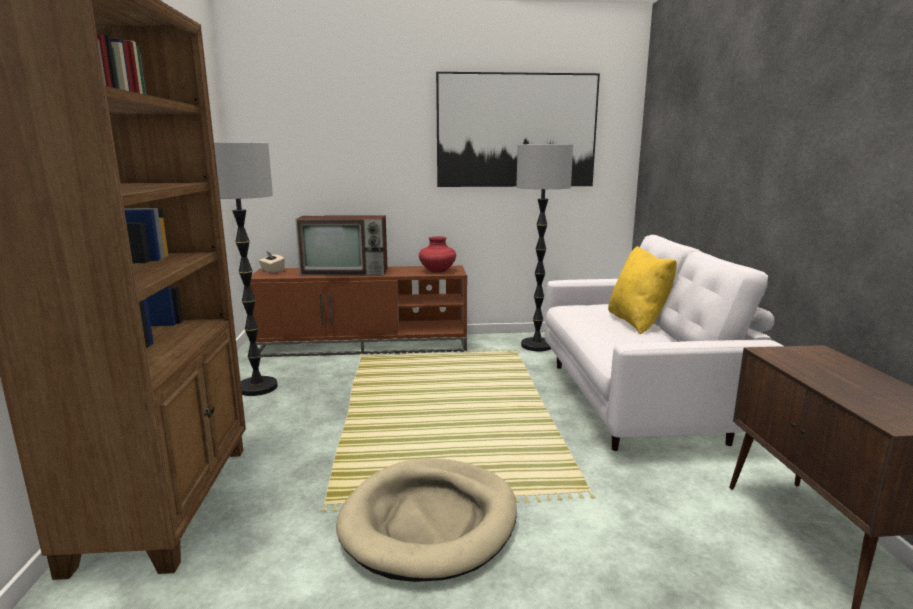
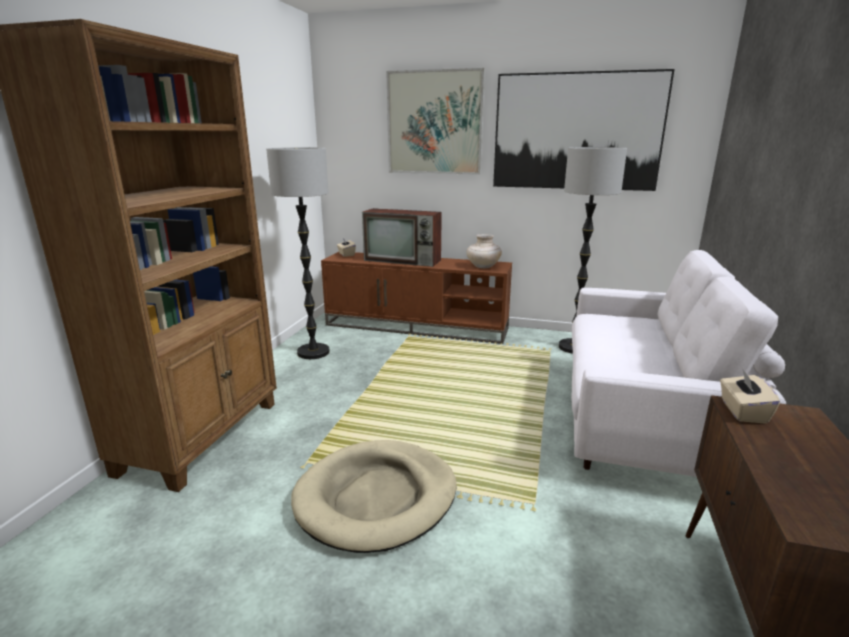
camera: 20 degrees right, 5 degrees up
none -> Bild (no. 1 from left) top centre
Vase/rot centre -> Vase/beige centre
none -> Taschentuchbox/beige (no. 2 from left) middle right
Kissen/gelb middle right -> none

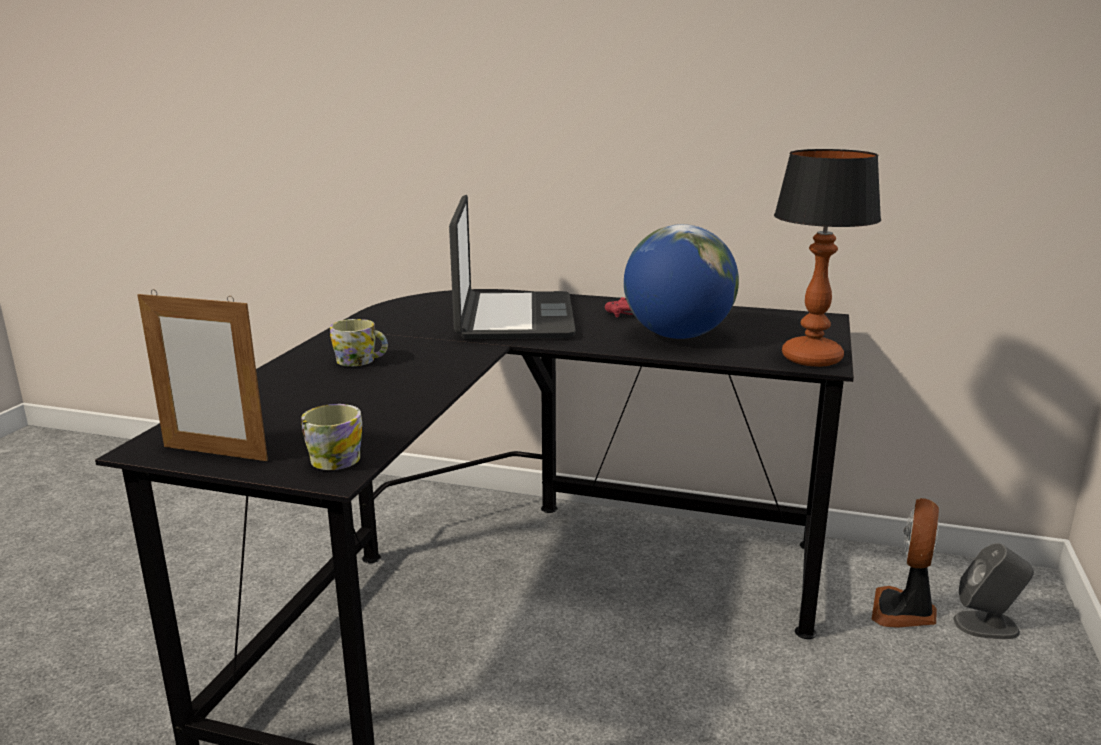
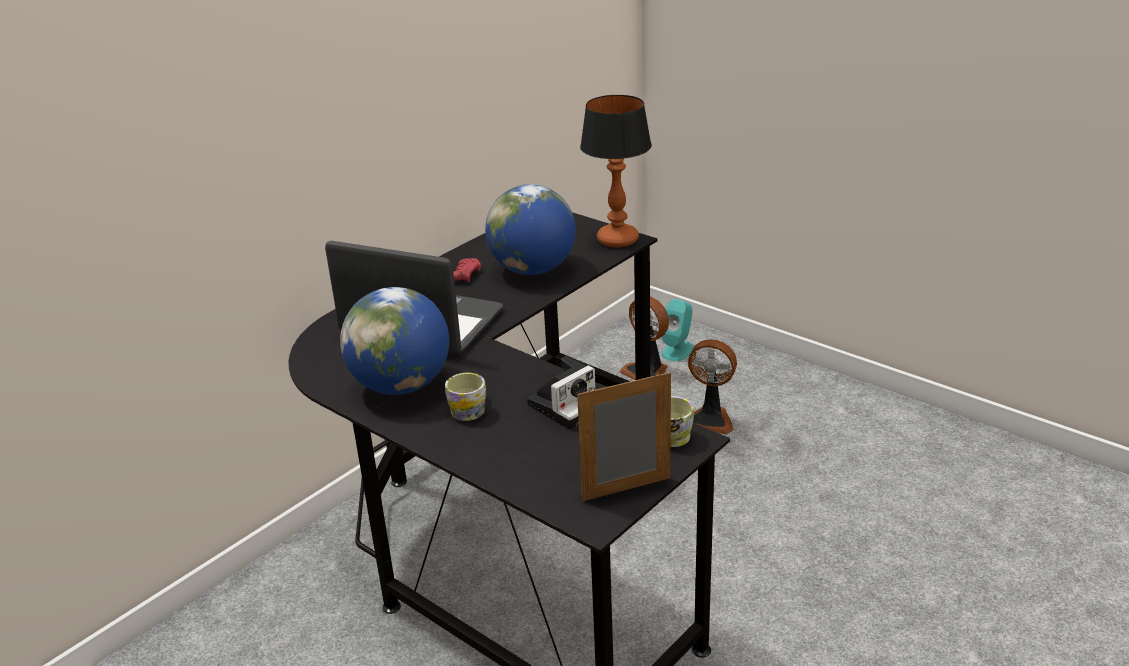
camera: 65 degrees left, 10 degrees up
none -> Globus (no. 1 from left) centre
none -> Kamera centre
Bilderrahmen middle left -> Bilderrahmen centre, 150 degrees counterclockwise
Lautsprecher/grau bottom right -> Lautsprecher/türkis centre
none -> Ventilator (no. 2 from left) centre

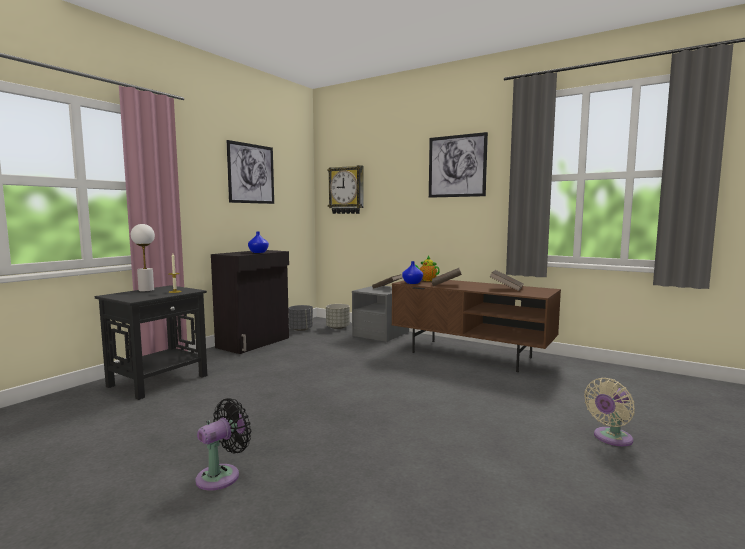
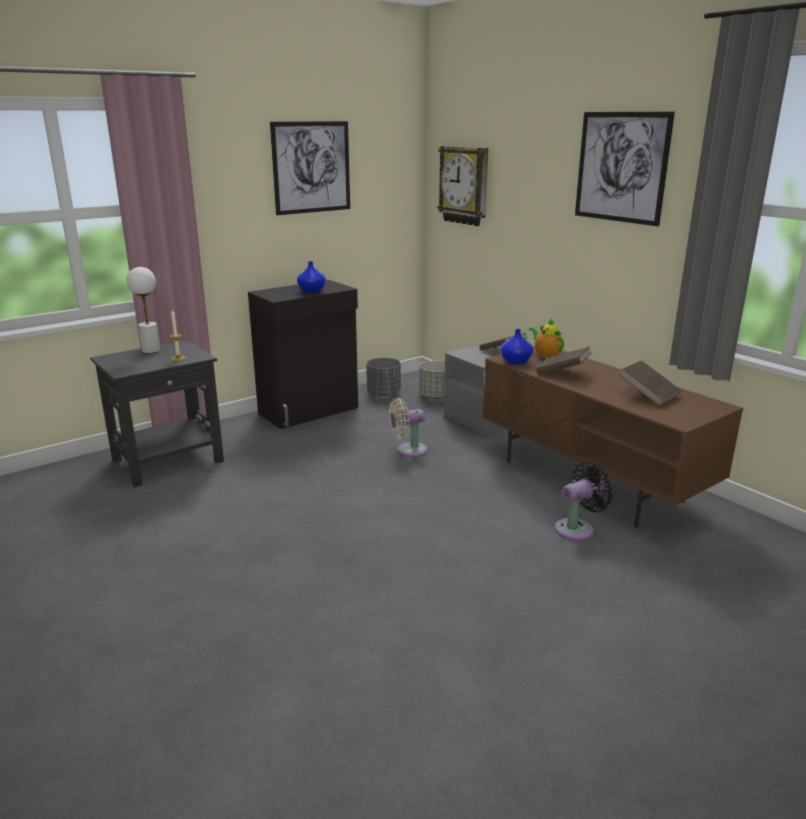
camera: 20 degrees right, 15 degrees up
Ventilator/beige bottom right -> Ventilator/beige centre, shifted
Ventilator/schwarz bottom left -> Ventilator/schwarz middle right, shifted

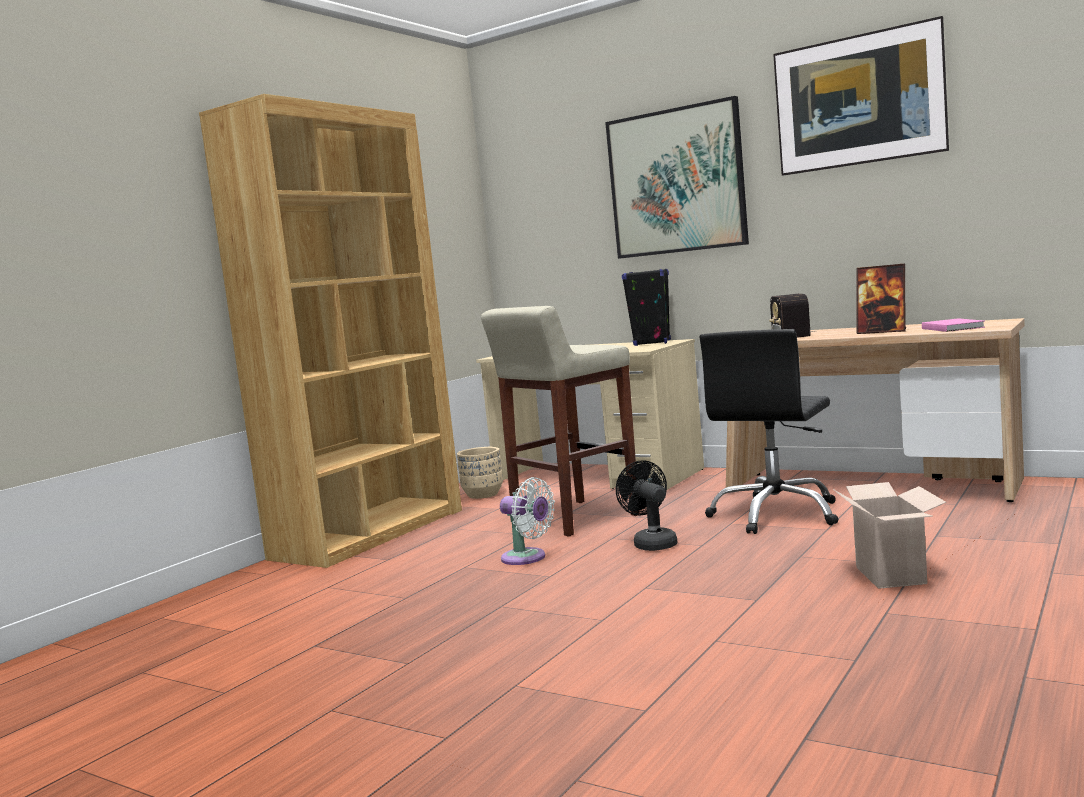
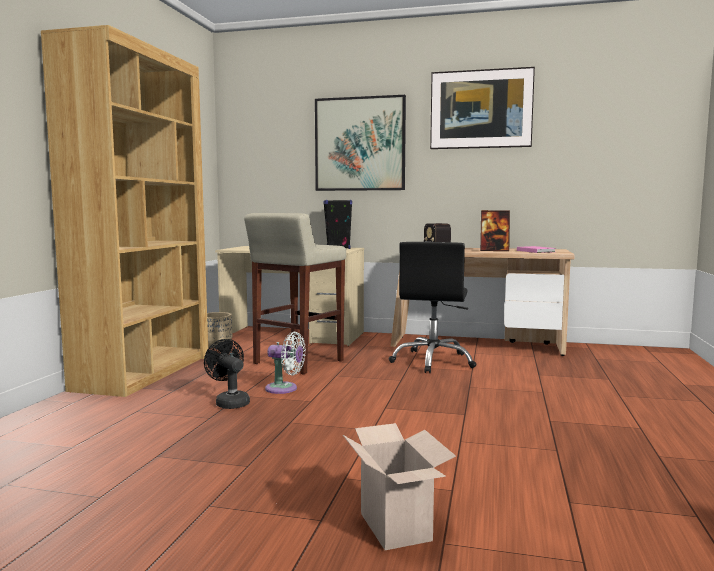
camera: 20 degrees left, 0 degrees up
Ventilator/schwarz centre -> Ventilator/schwarz middle left, shifted
Karton bottom right -> Karton bottom centre, shifted

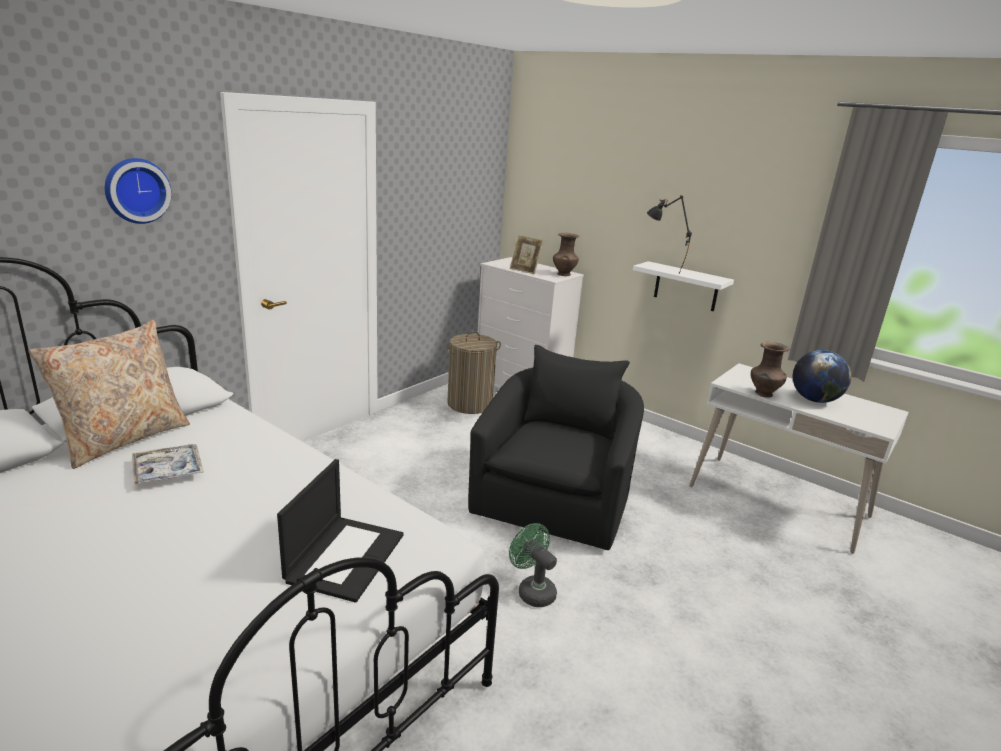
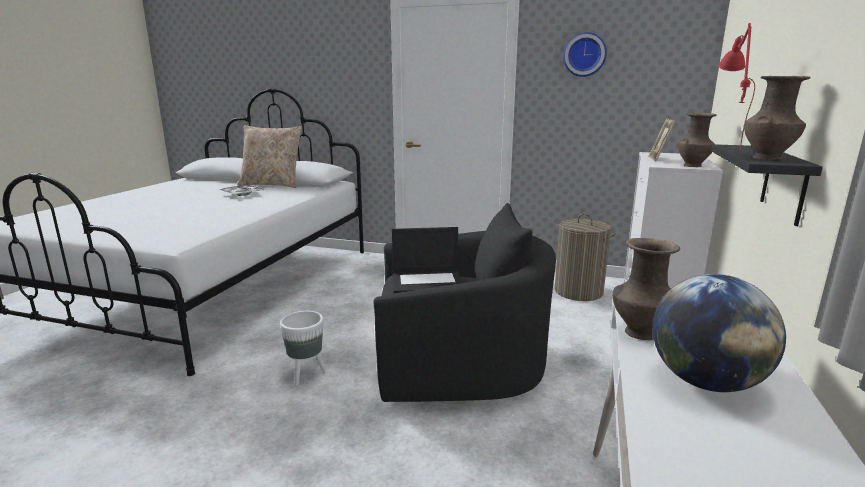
camera: 70 degrees right, 5 degrees down
Ventilator/grün bottom centre -> Pflanzkübel/weiß bottom centre
Laptop bottom centre -> Laptop centre, shifted
Wanduhr top left -> Wanduhr top right, shifted
Wandregal/weiß middle right -> Wandregal/schwarz middle right
Tischlampe/schwarz top right -> Tischlampe/rot top right
none -> Vase/braun (no. 3 from left) top right

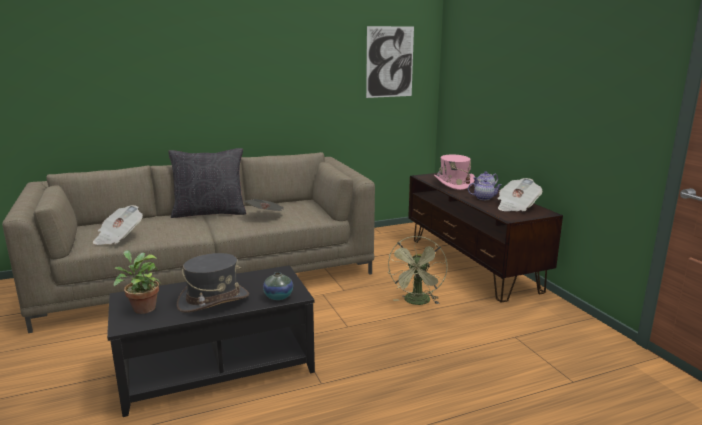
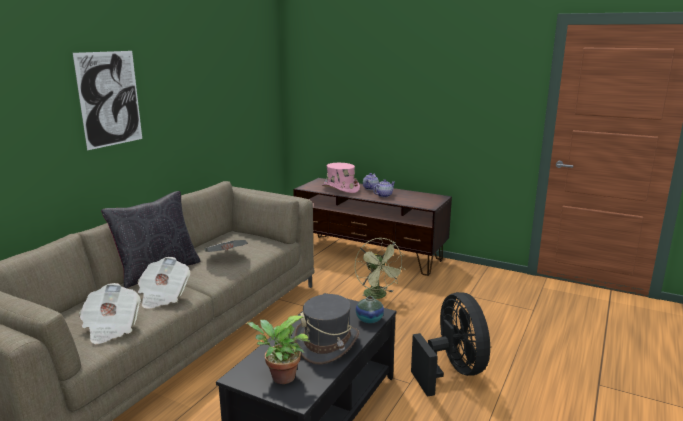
camera: 40 degrees left, 0 degrees up
Bild top centre -> Bild top left, shifted
Zeitung (no. 3 from left in the first image) middle right -> Zeitung (no. 2 from left) bottom left, shifted
none -> Ventilator/schwarz bottom centre

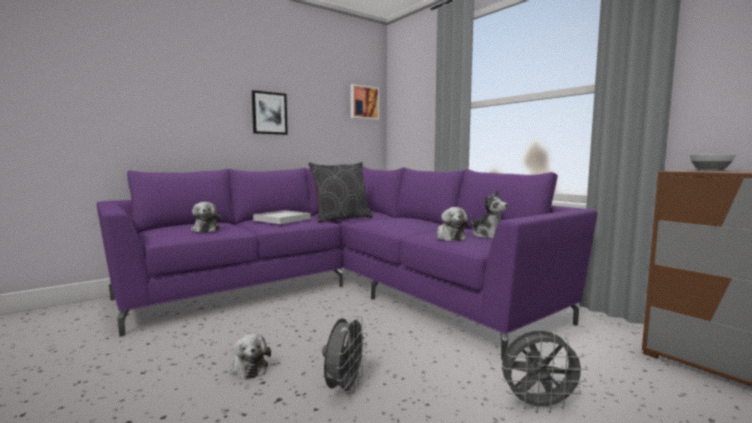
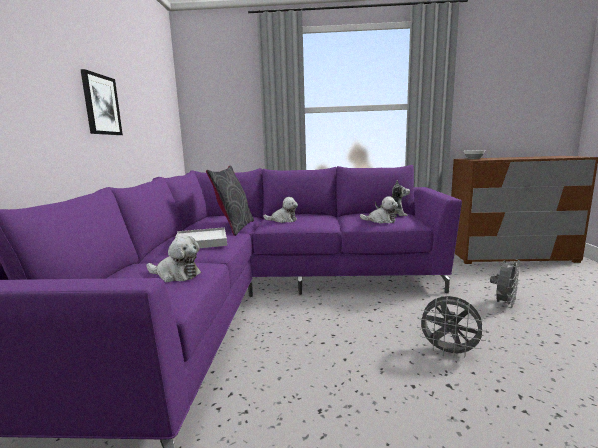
camera: 50 degrees left, 5 degrees up
Plüschtier (no. 2 from left) bottom left -> Plüschtier (no. 2 from left) centre, shifted
Ventilator/grau (no. 1 from left) bottom centre -> Ventilator/grau (no. 1 from left) bottom right, 150 degrees clockwise
Bild (no. 2 from left) top centre -> none

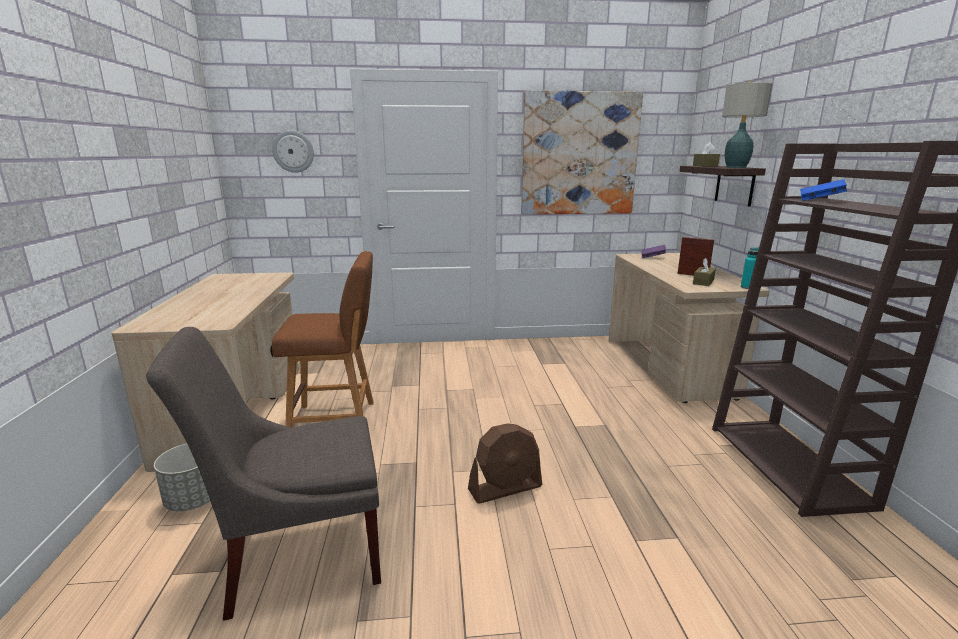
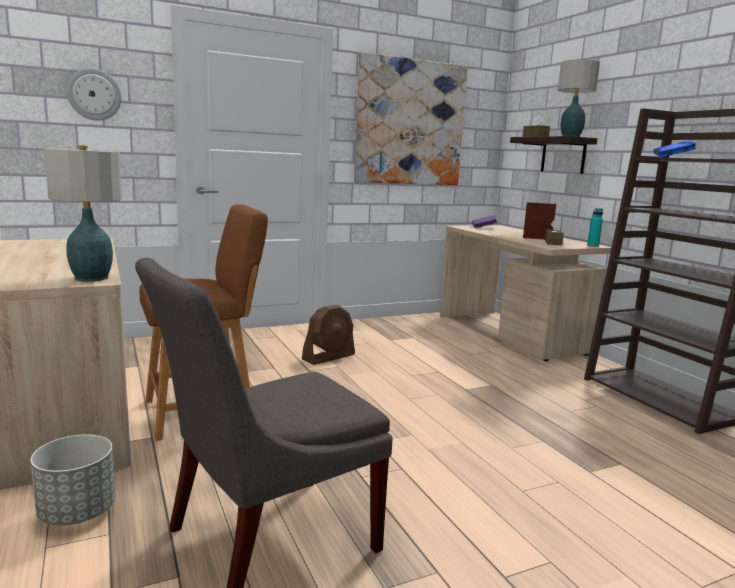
camera: 20 degrees left, 5 degrees down
none -> Tischlampe (no. 1 from left) middle left
Ventilator/braun bottom centre -> Ventilator/braun centre, shifted

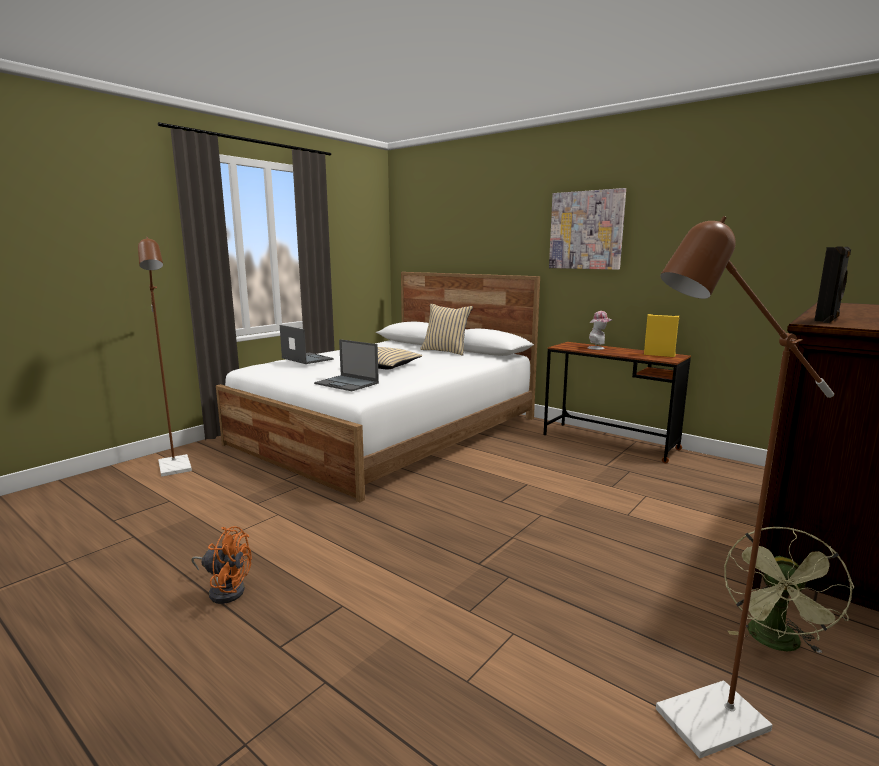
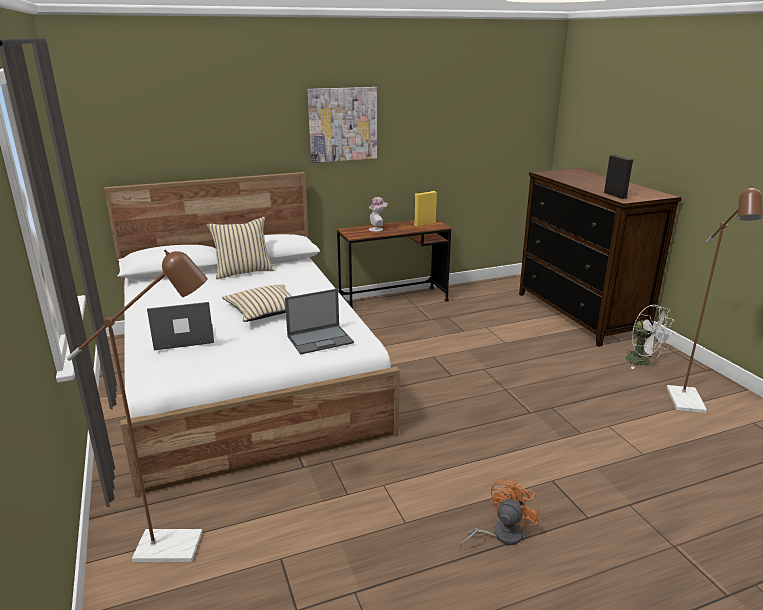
camera: 60 degrees left, 10 degrees up
Ventilator/grün bottom right -> Ventilator/weiß middle right

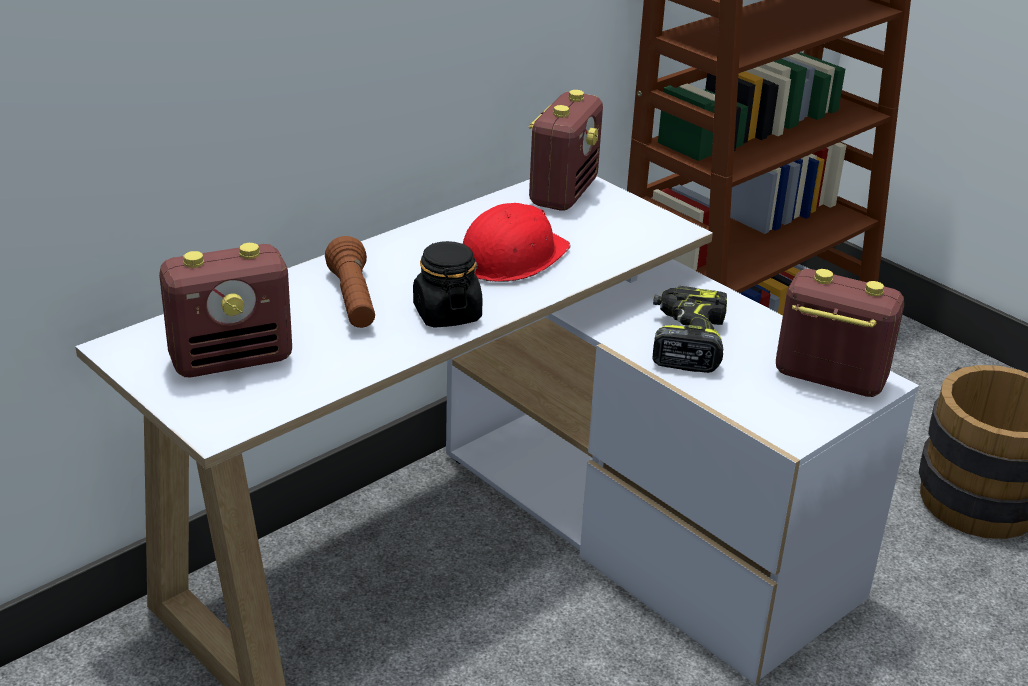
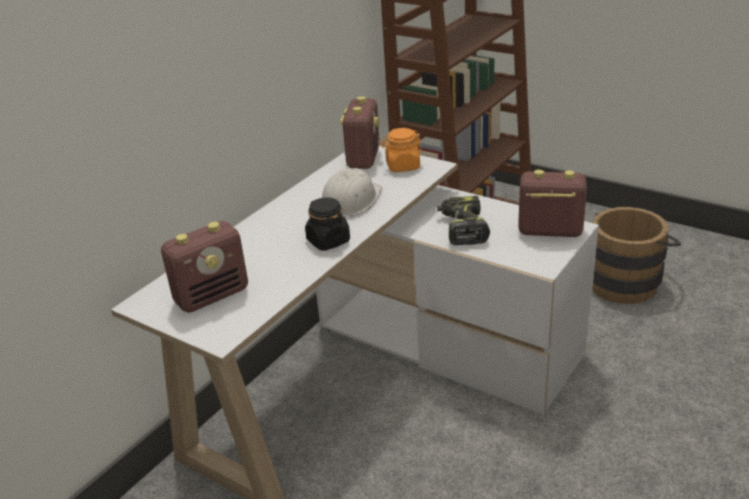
camera: 10 degrees left, 0 degrees up
Schutzhelm/rot centre -> Schutzhelm/weiß centre
none -> Vorratsglas/orange top centre
Taschenlampe/braun centre -> none

